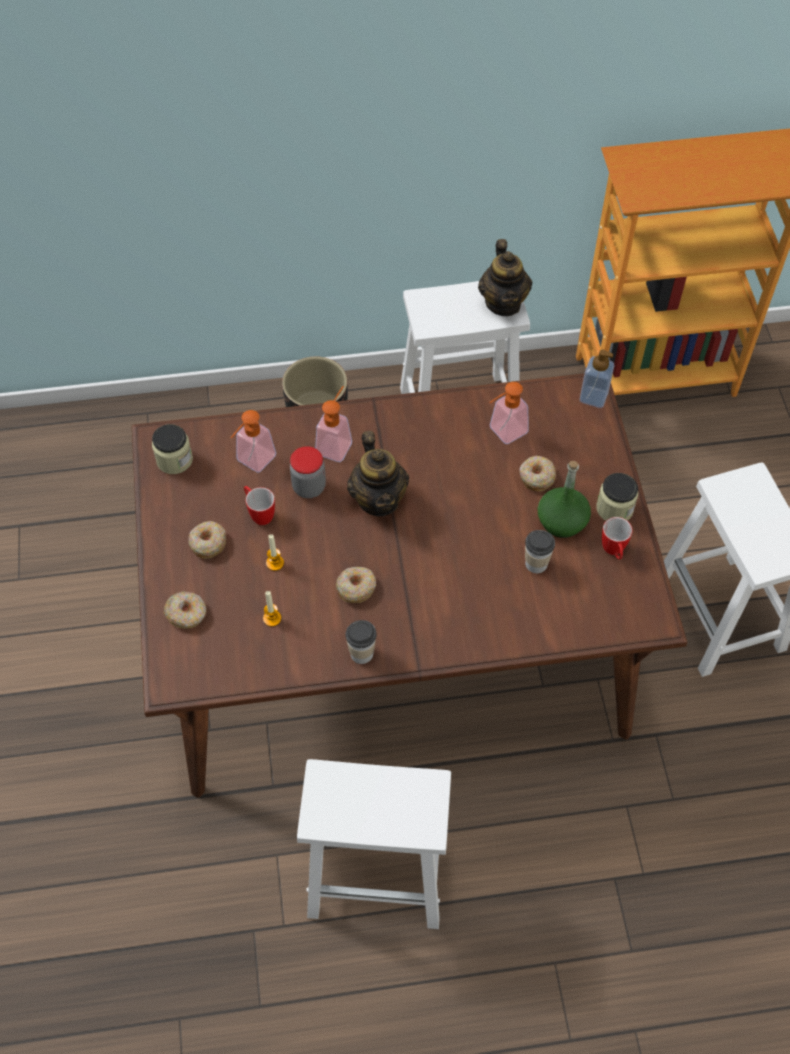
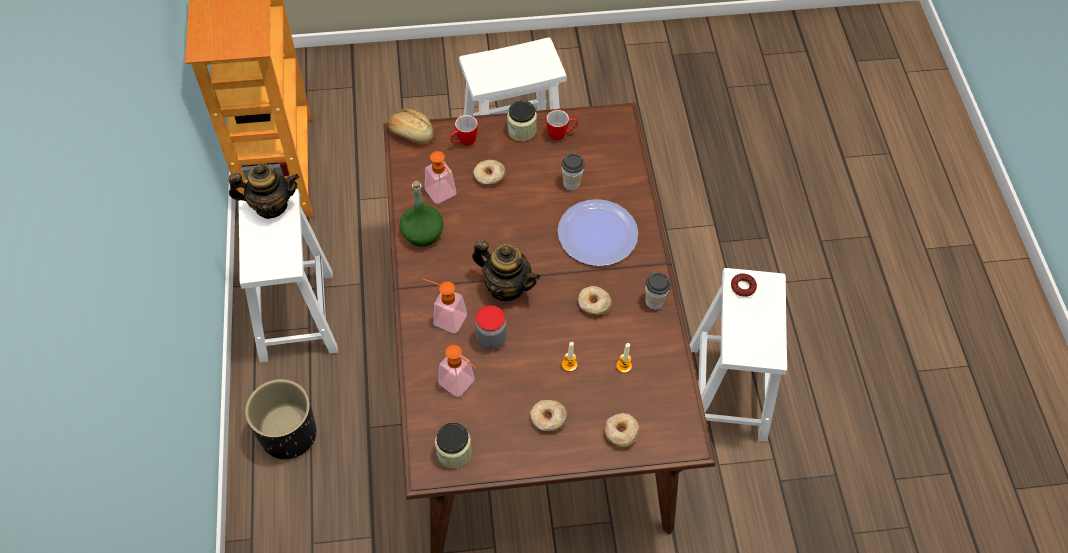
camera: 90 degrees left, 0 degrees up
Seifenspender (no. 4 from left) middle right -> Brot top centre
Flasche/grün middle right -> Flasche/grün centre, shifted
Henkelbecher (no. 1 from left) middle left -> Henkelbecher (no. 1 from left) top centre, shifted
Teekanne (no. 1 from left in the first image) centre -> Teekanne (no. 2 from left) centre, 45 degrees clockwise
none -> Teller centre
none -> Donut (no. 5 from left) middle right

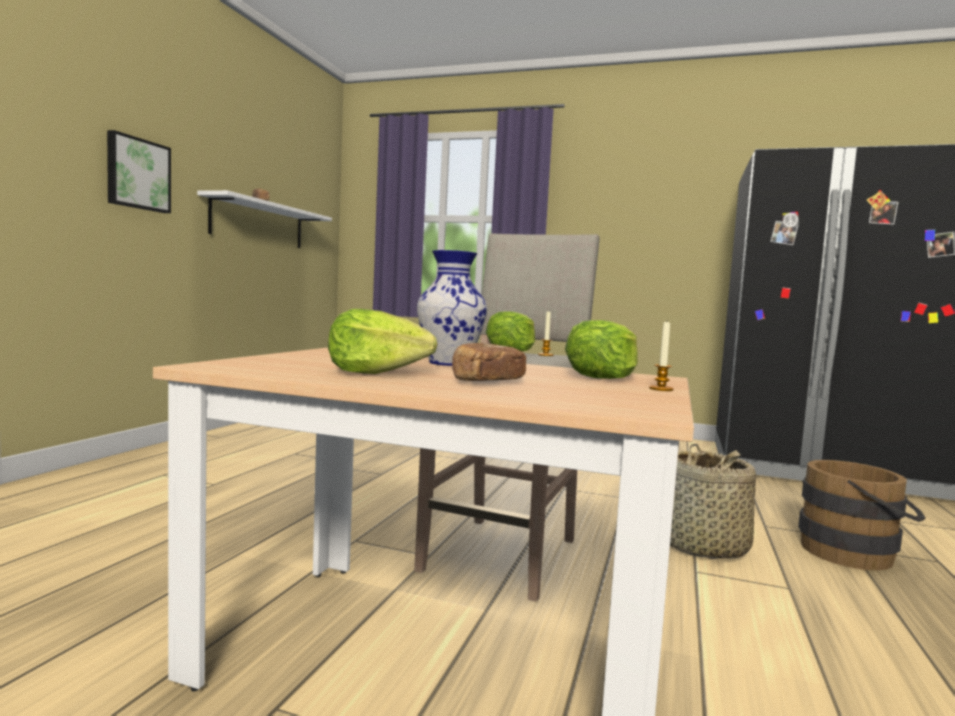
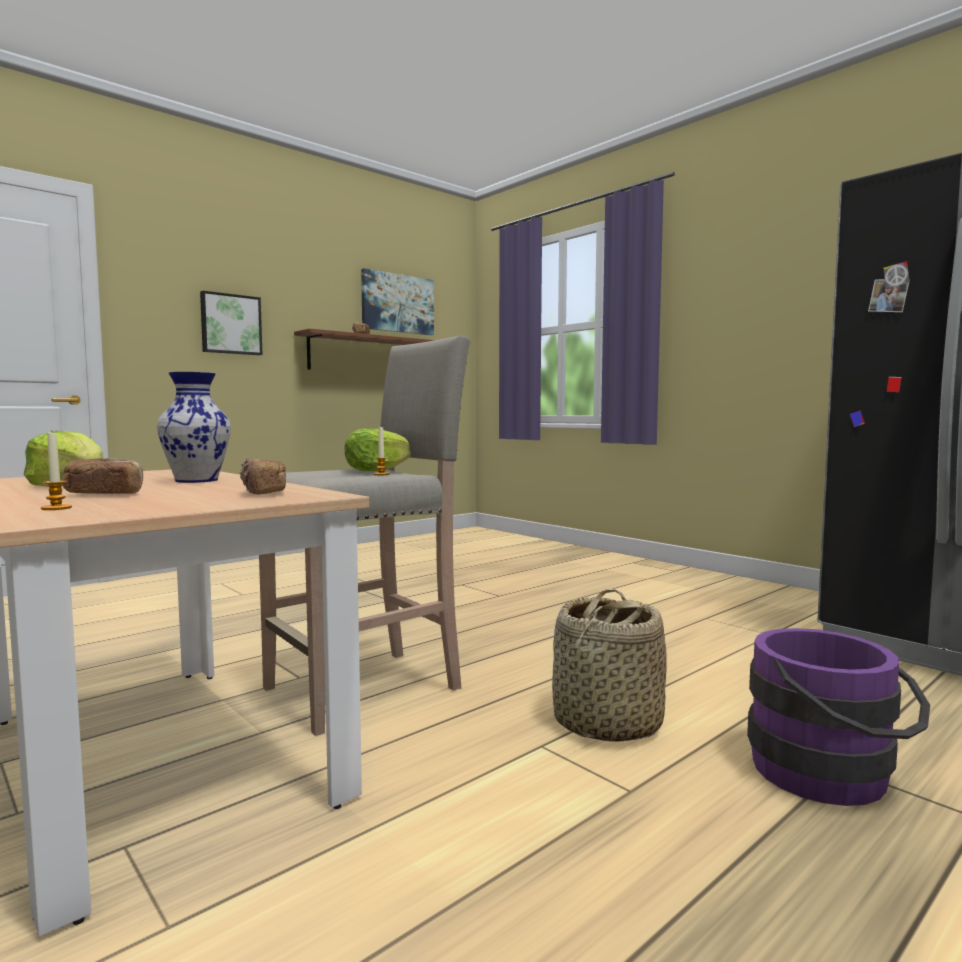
camera: 30 degrees right, 0 degrees up
Kerze (no. 2 from left in the first image) middle right -> Kerze (no. 1 from left) middle left, shifted
Salatkopf (no. 3 from left) centre -> Brot (no. 2 from left) middle left
Wandregal/weiß top left -> Wandregal/braun centre
none -> Bild (no. 2 from left) top centre
Eimer/braun bottom right -> Eimer/lila bottom right

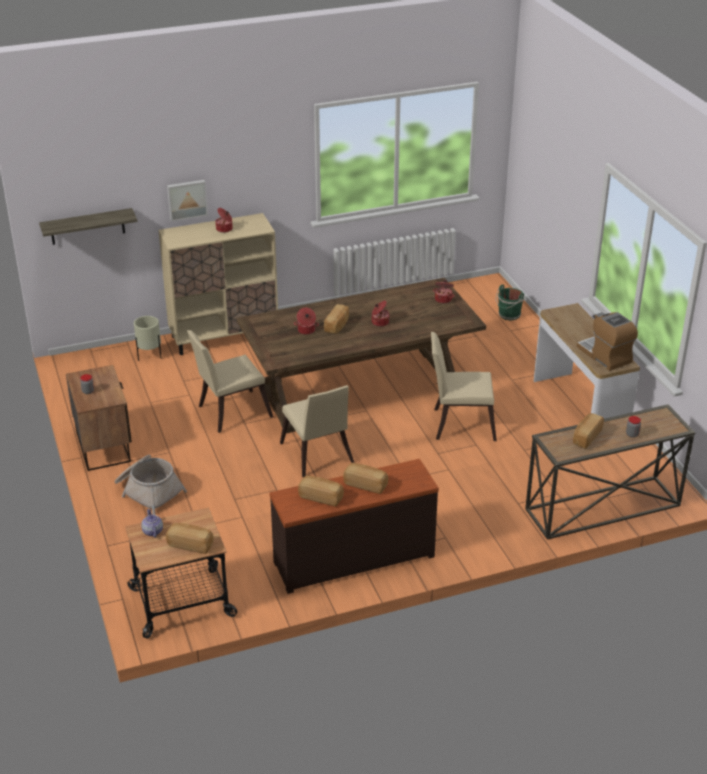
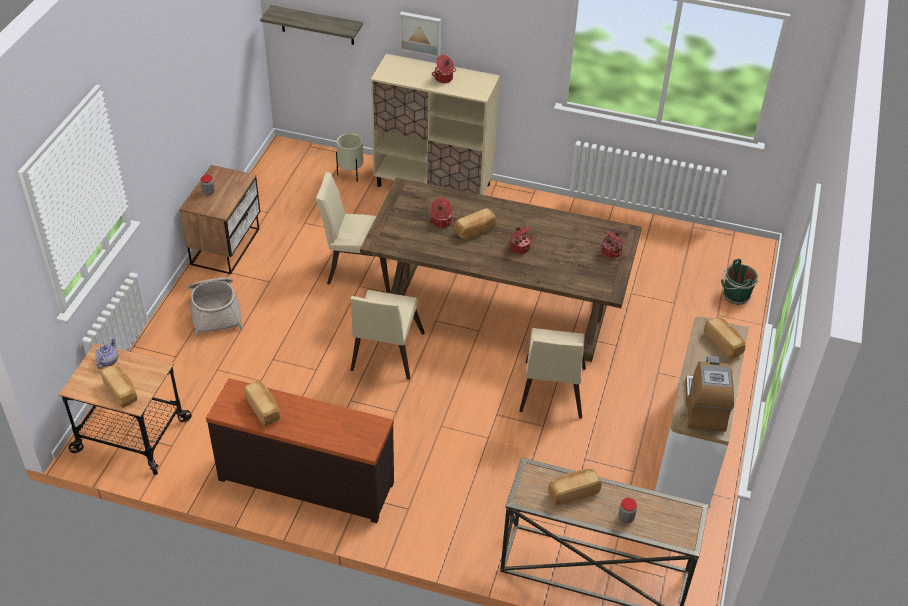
camera: 35 degrees right, 10 degrees up
Stuhl/beige (no. 3 from left) centre, 120 degrees counterclockwise
Brot (no. 4 from left in the first image) centre -> Brot (no. 5 from left) middle right, shifted

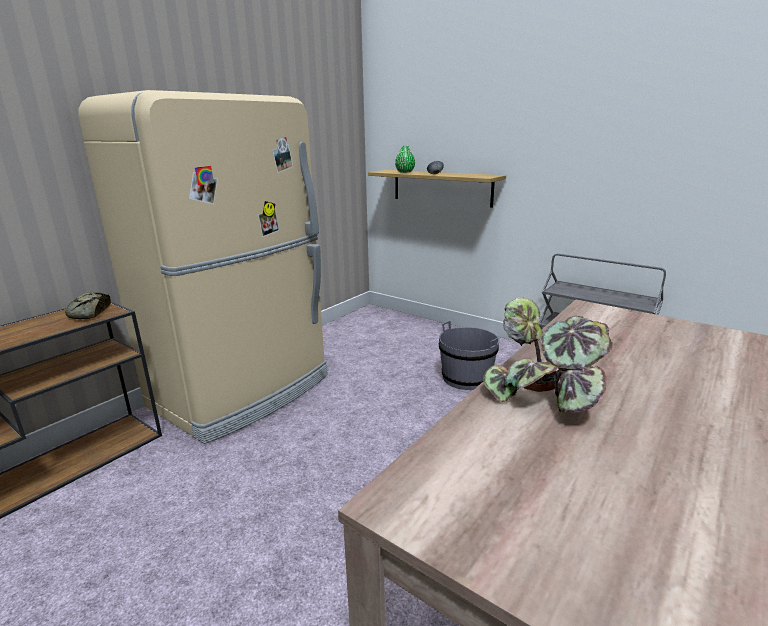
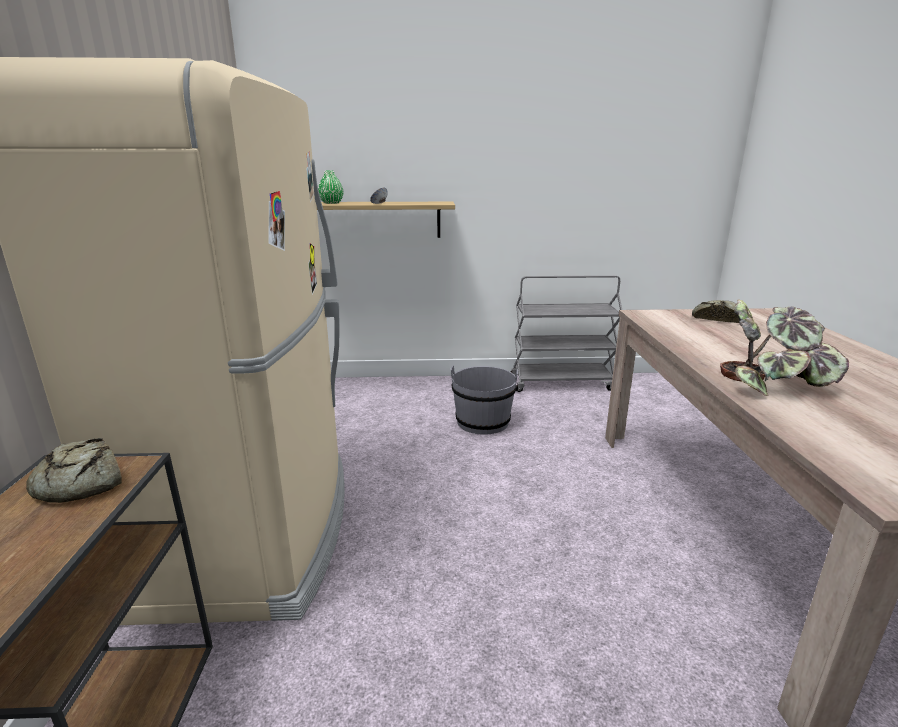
camera: 40 degrees left, 0 degrees up
none -> Brot (no. 2 from left) middle right

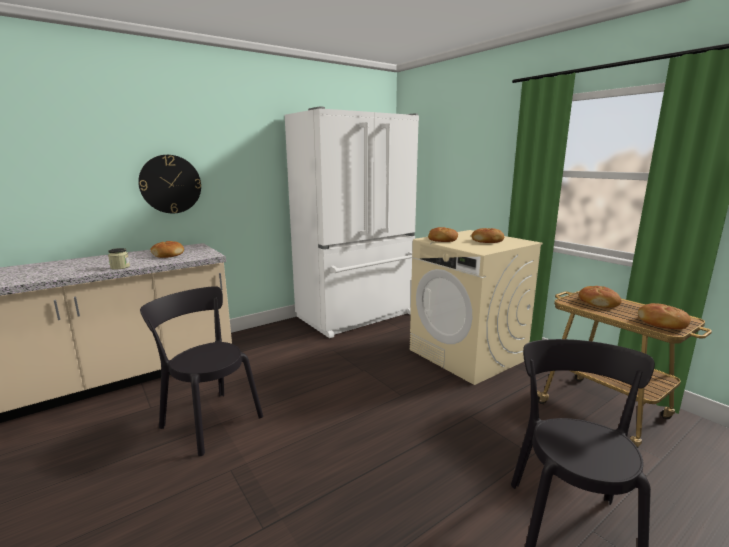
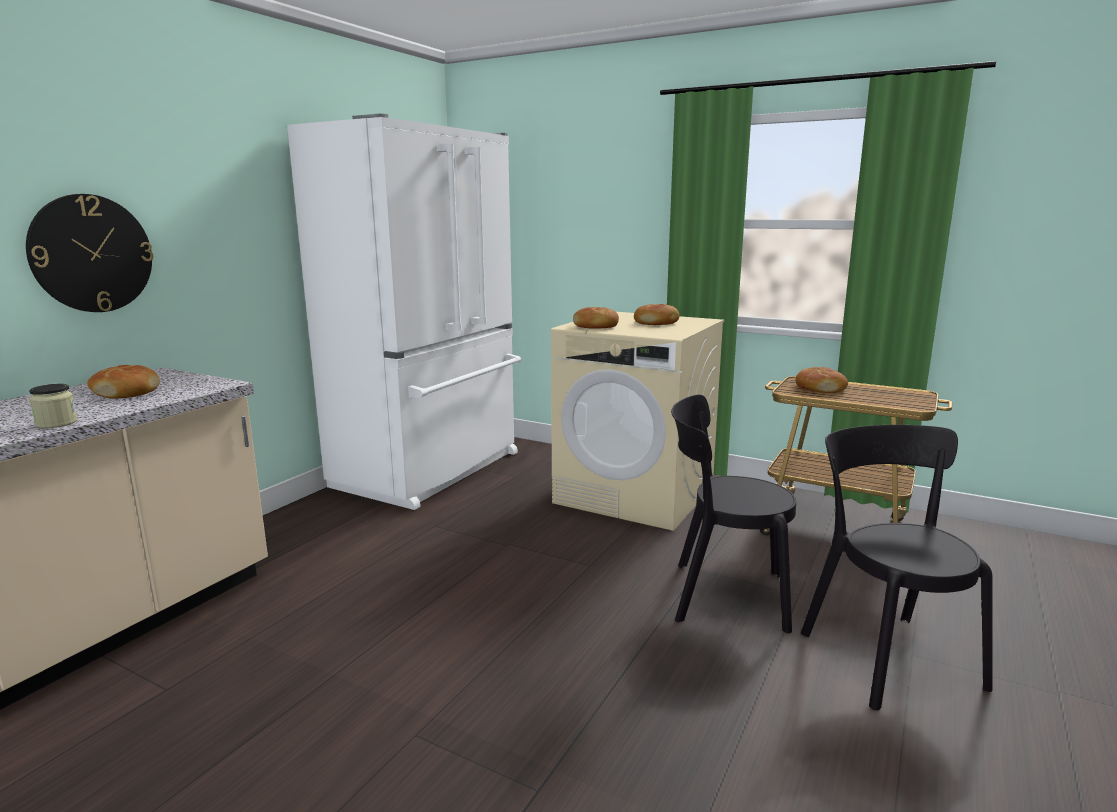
camera: 25 degrees left, 0 degrees up
Stuhl/schwarz (no. 1 from left) bottom left -> Stuhl/schwarz (no. 1 from left) centre, shifted
Brot (no. 5 from left) middle right -> none

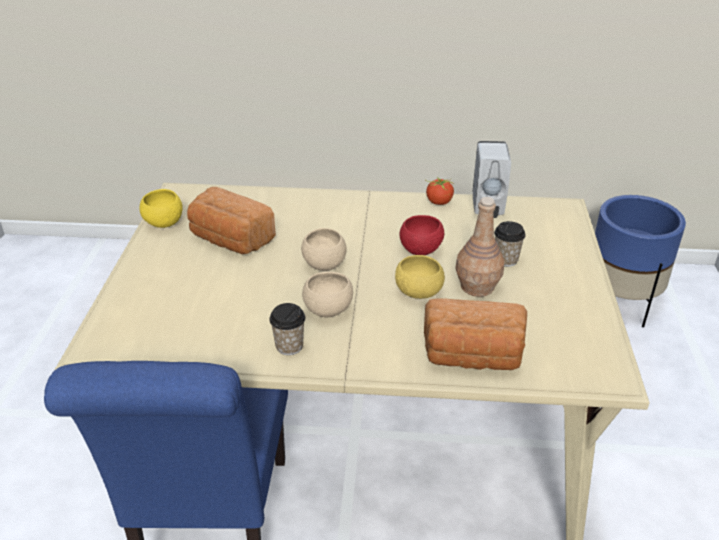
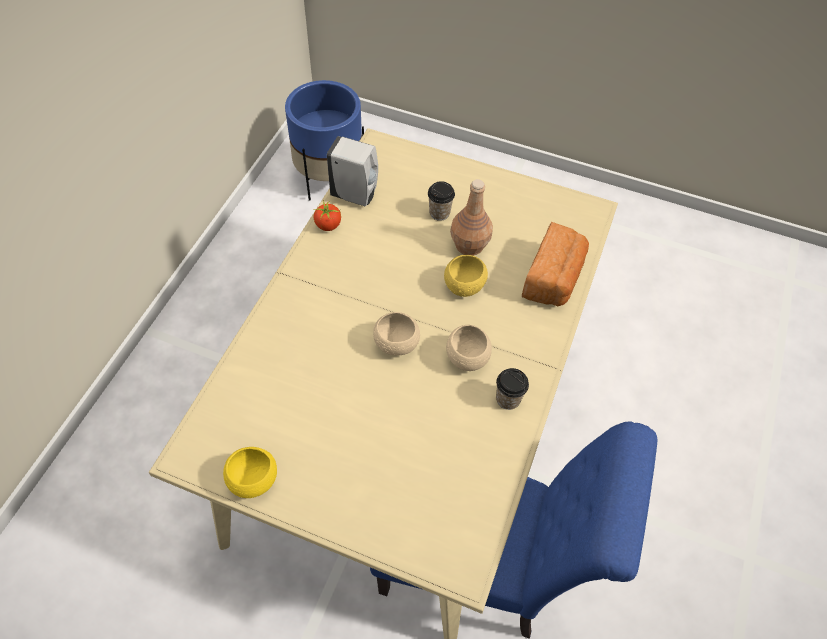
camera: 75 degrees left, 20 degrees up
Brot (no. 1 from left) middle left -> none
Schüssel/rot centre -> none

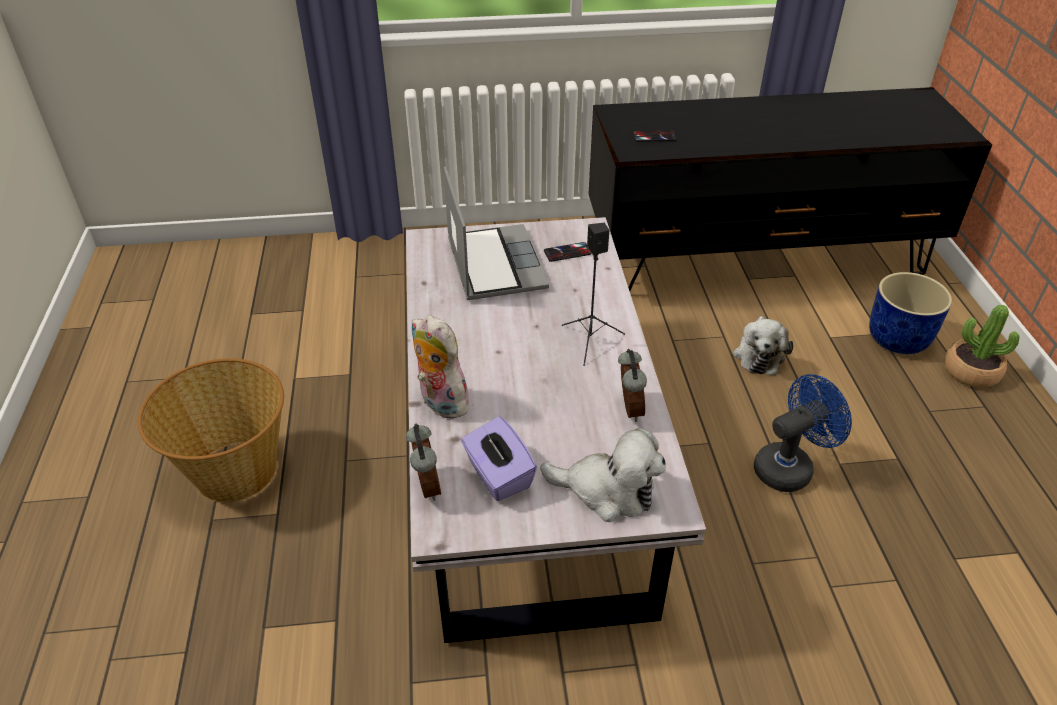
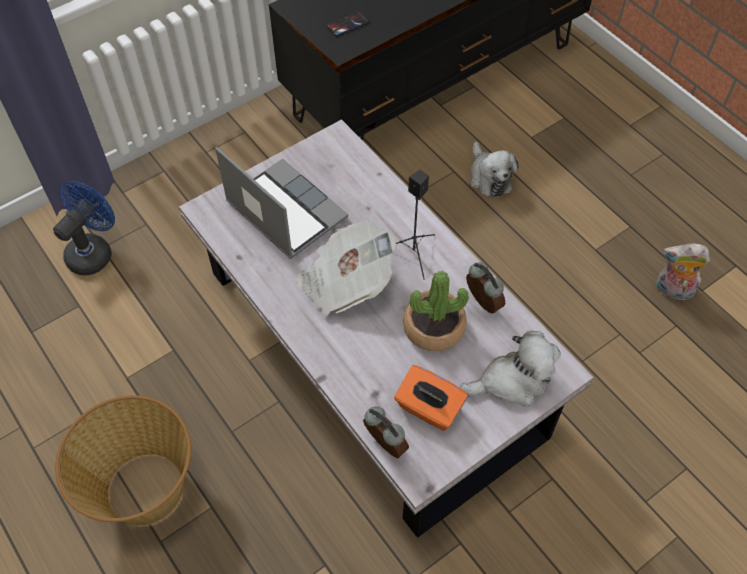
camera: 30 degrees left, 15 degrees up
Ventilator/blau middle right -> Ventilator/blau middle left, shifted
none -> Zeitung centre
Taschentuchbox/lila centre -> Taschentuchbox/orange bottom centre
Topfpflanze middle right -> Topfpflanze centre, shifted
Plüschtier (no. 1 from left in the first image) centre -> Plüschtier (no. 3 from left) middle right, shifted
Handy (no. 1 from left) centre -> none
Pflanzkübel/blau middle right -> none

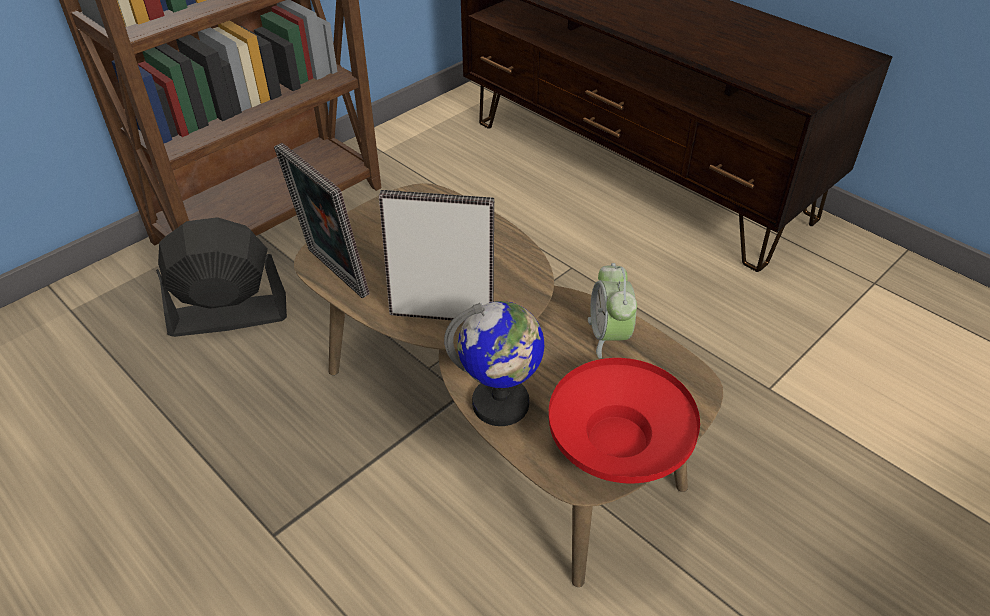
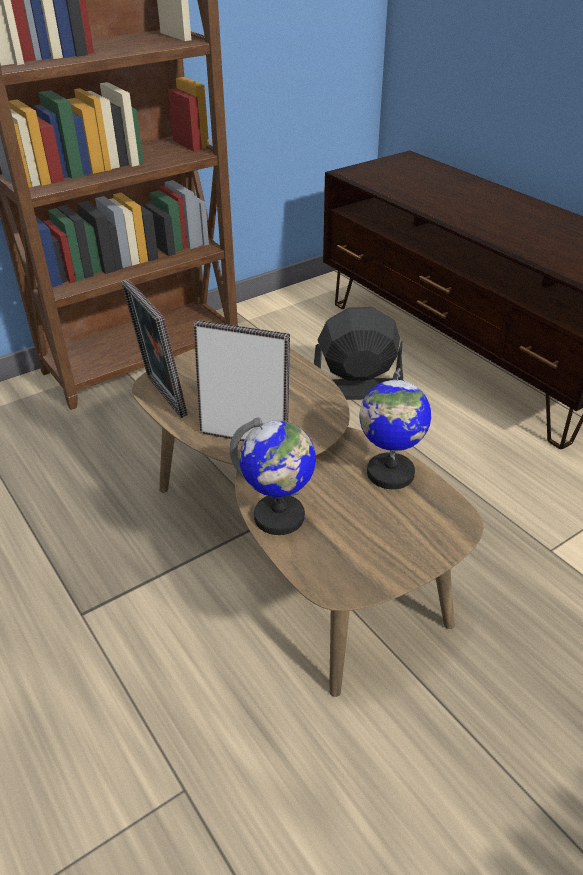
camera: 10 degrees right, 5 degrees down
Ventilator/schwarz middle left -> Ventilator/schwarz centre, shifted
Wecker centre -> Globus (no. 2 from left) middle right
Schüssel/rot bottom centre -> none

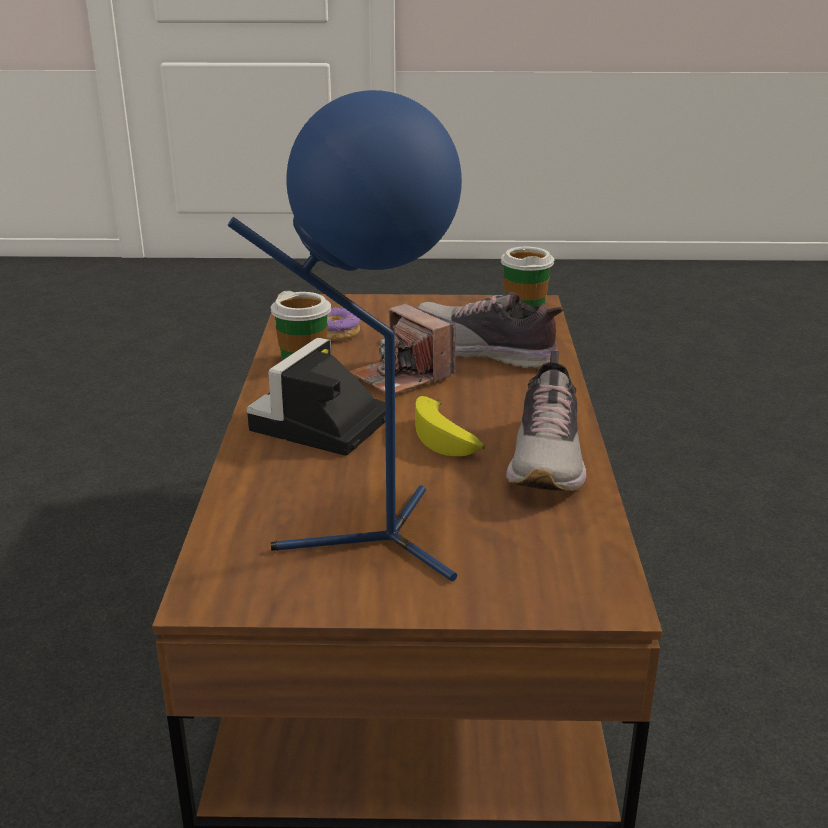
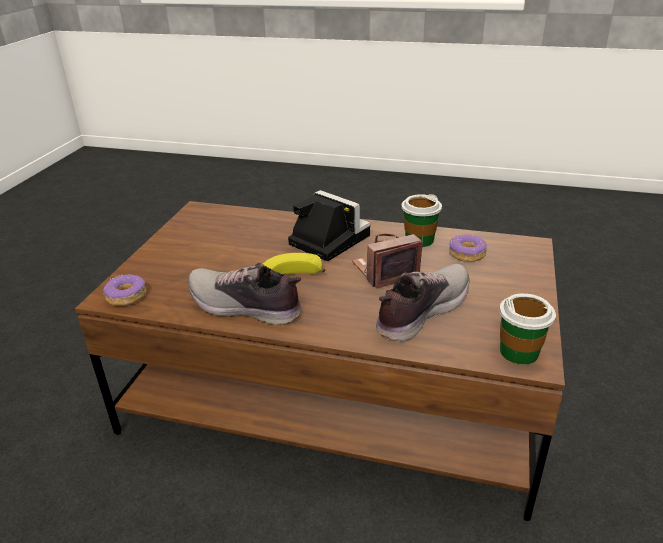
camera: 105 degrees right, 5 degrees up
none -> Donut (no. 1 from left) middle left
Tischlampe/blau centre -> none

